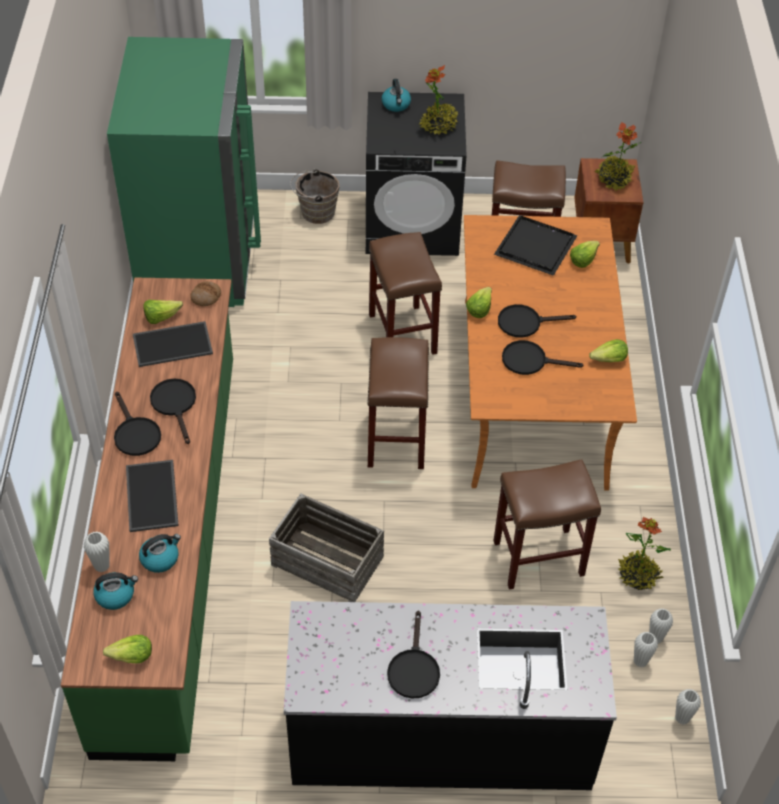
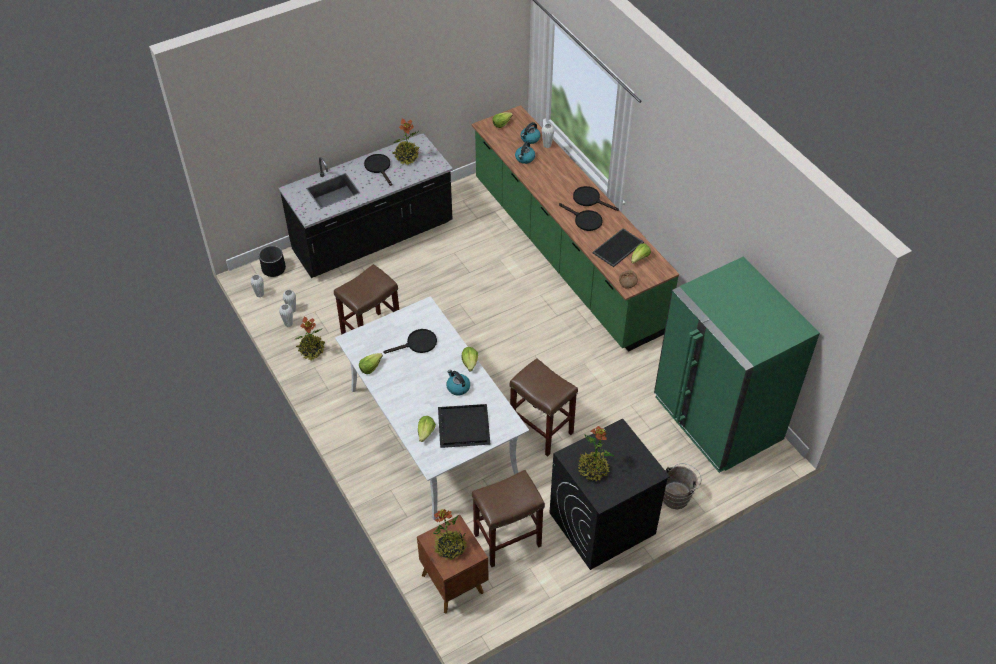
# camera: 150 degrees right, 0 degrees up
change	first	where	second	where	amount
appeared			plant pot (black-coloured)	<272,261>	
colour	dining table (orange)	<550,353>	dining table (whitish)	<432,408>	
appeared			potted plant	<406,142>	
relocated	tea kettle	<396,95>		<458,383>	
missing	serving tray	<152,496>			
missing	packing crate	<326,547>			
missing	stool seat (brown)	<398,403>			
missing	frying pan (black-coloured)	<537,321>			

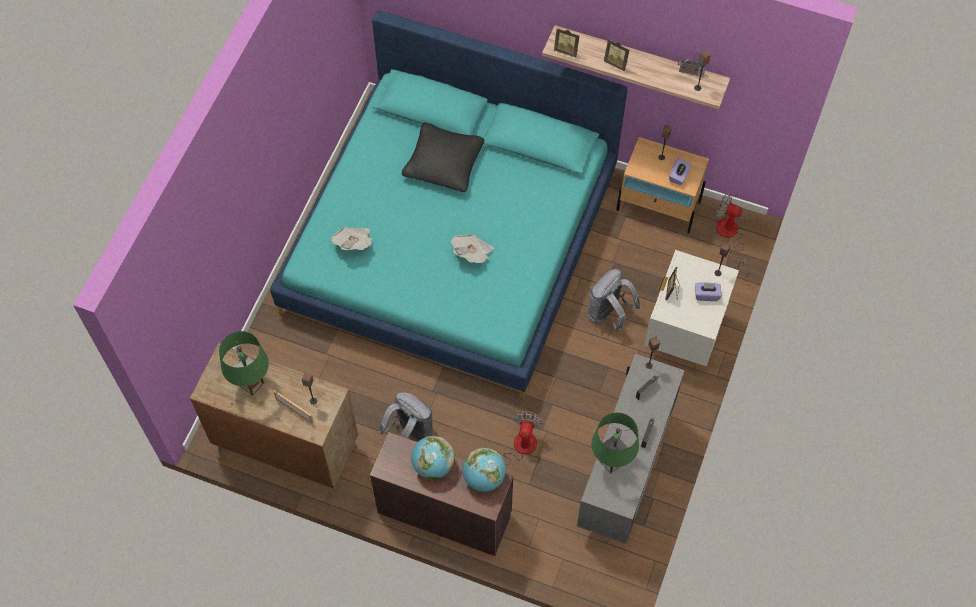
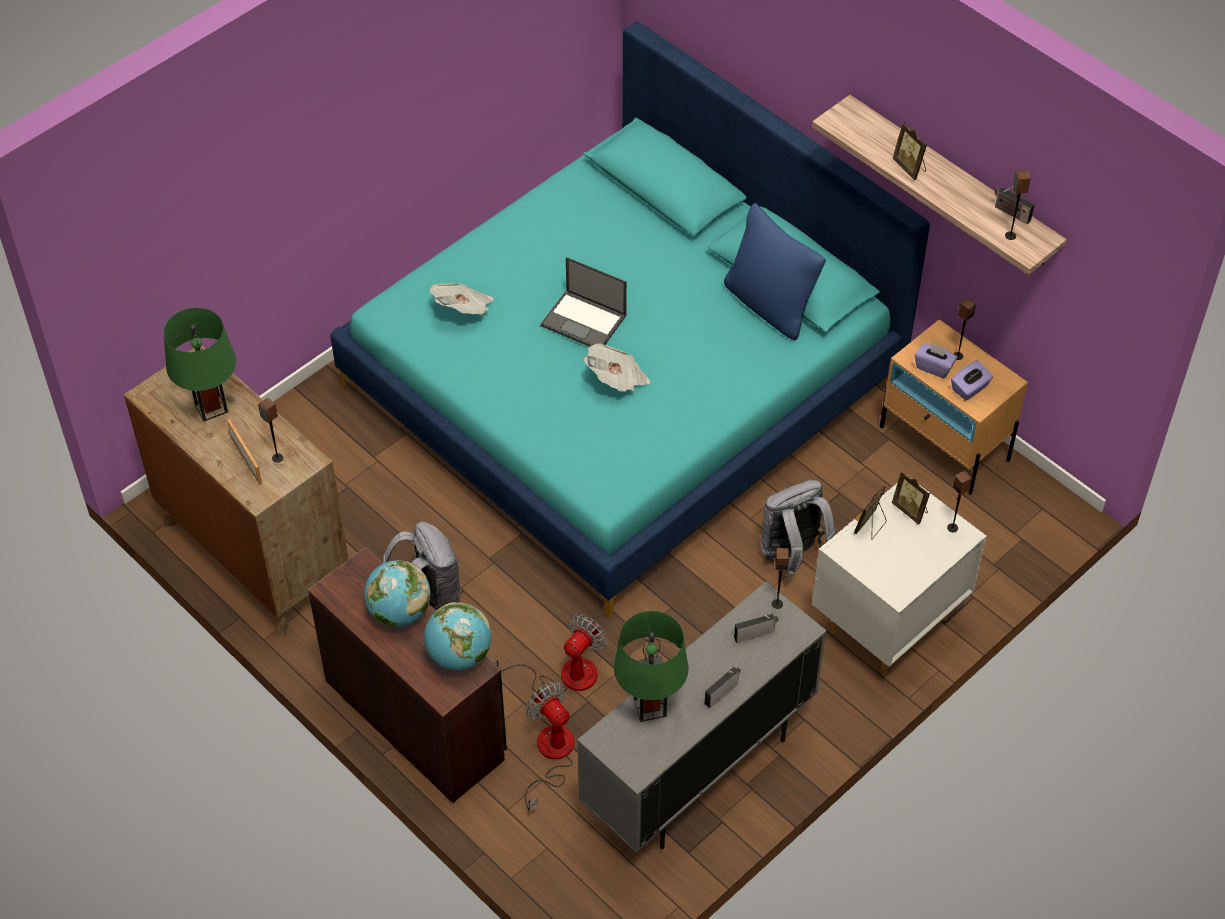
# camera: 25 degrees right, 10 degrees down
change	first	where	second	where	amount
relocated	electric fan	<731,230>		<549,746>	
appeared			portable computer	<584,302>	
appeared			pillow (blue)	<775,271>	
relocated	picture frame	<567,42>		<911,498>	
relocated	tissue box (purple)	<708,292>		<936,360>	
missing	pillow (black-coloured)	<443,157>			

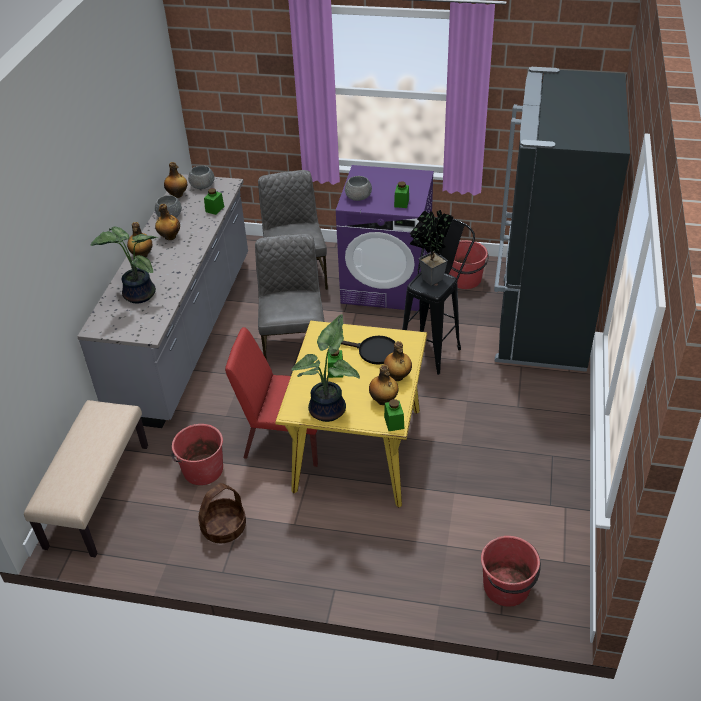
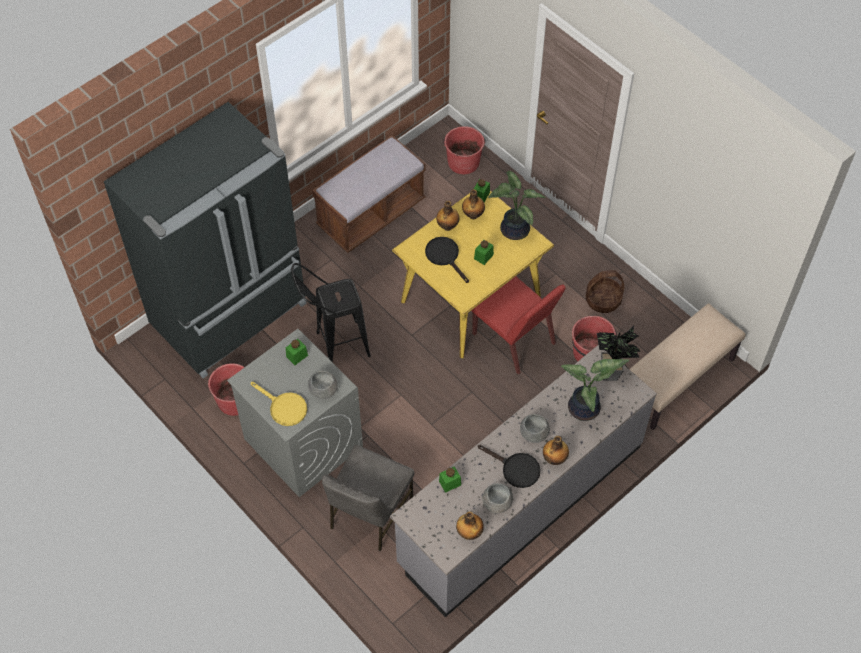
# camera: 145 degrees left, 15 degrees up
change	first	where	second	where	amount
colour	washing machine (purple)	<385,238>	washing machine (grey)	<295,413>	
appeared			frying pan (yellow)	<279,404>	
appeared			long seat (brown)	<369,194>	
exchanged	drink bottle	<167,222>	frying pan (black-coloured)	<509,466>	
relocated	bowl (grey)	<201,177>		<535,428>	
relocated	potted plant	<432,248>		<618,353>	
missing	chair (grey)	<289,297>			

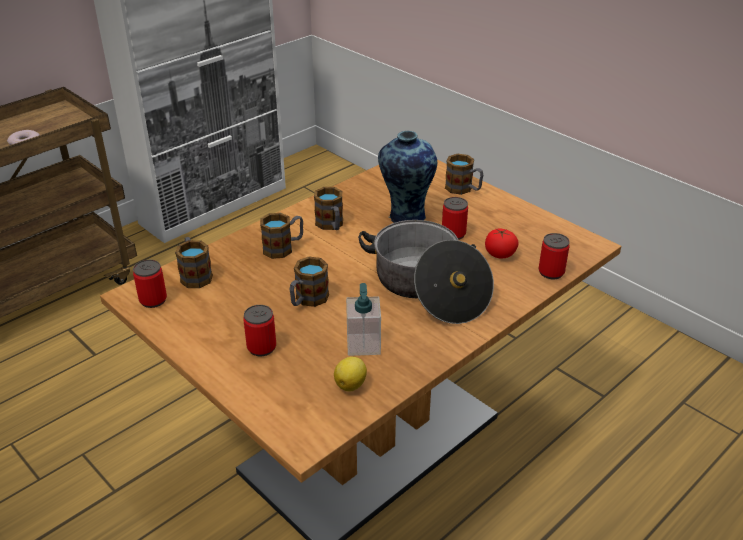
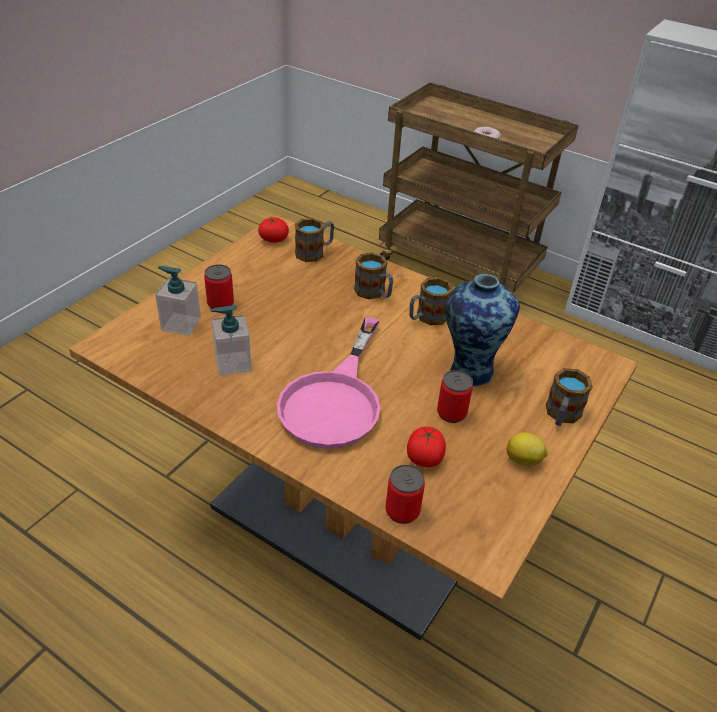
# camera: 75 degrees right, 5 degrees up
change	first	where	second	where	amount
appeared			soap dispenser	<178,301>	
exchanged	metal can	<150,284>	whole tomato	<273,230>	
exchanged	saucepot	<426,272>	frying pan (pinkish)	<329,383>	
relocated	citrus fruit	<350,374>		<527,449>	
missing	tea mug	<309,282>			

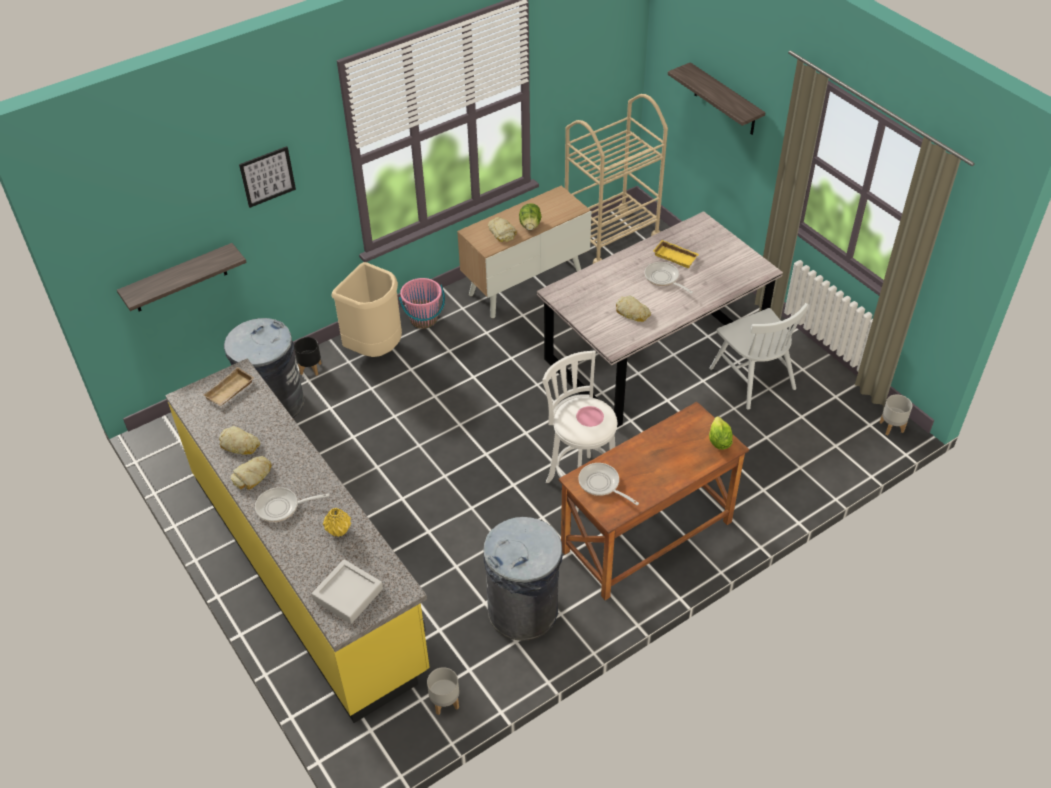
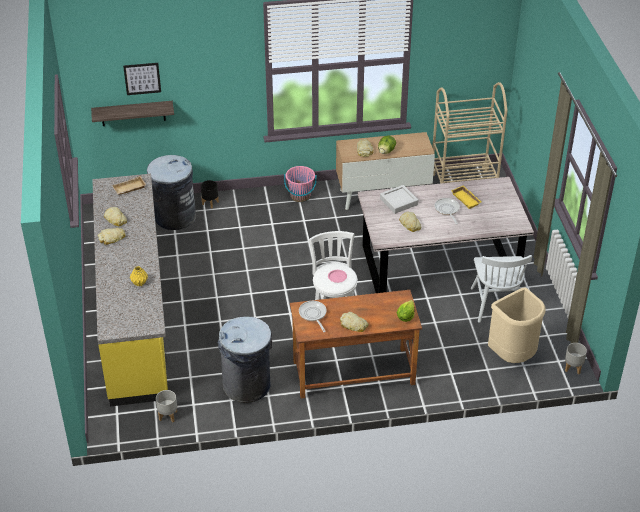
# camera: 25 degrees right, 5 degrees down
change	first	where	second	where	amount
relocated	wall art	<267,177>		<142,79>	
appeared			bakery bread	<354,322>	
relocated	serving tray (grey)	<347,591>		<399,199>	
relocated	rubbish bin (beige-coloured)	<367,309>		<517,325>	
missing	frying pan	<292,504>			
missing	wall shelf	<716,98>			

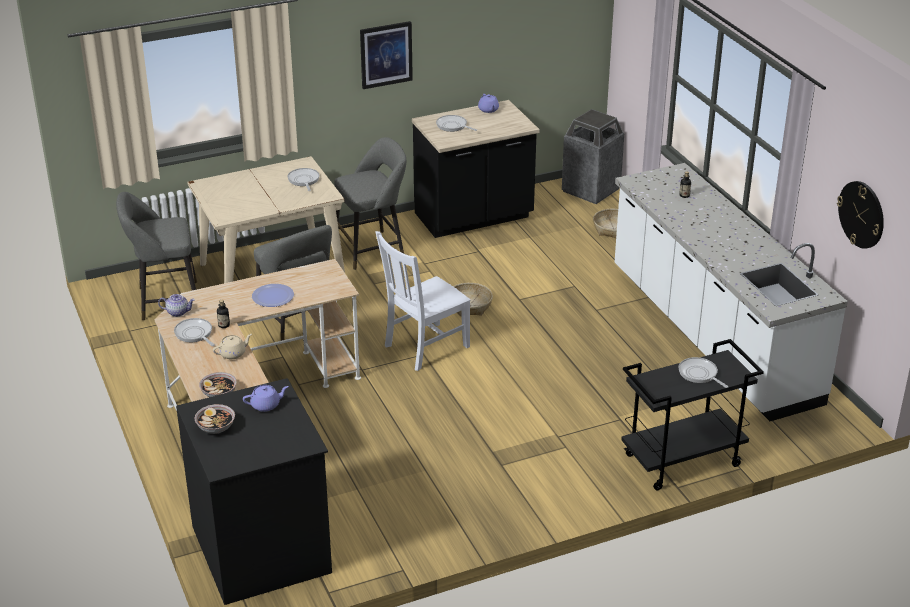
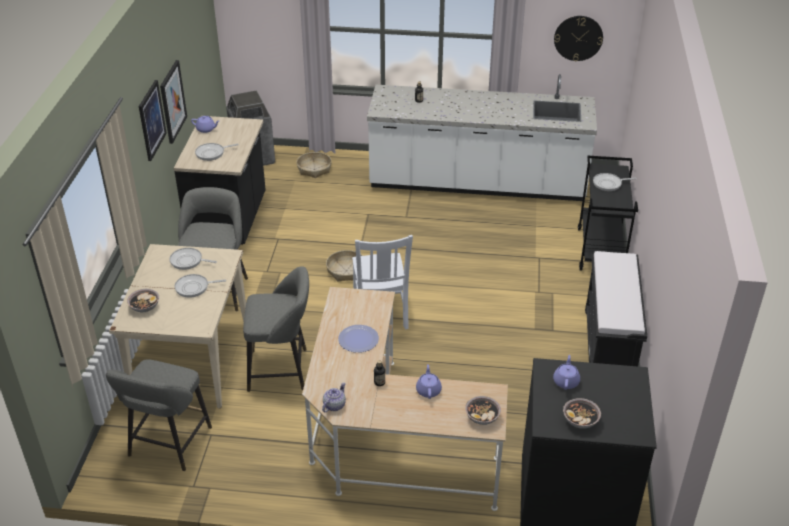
# camera: 60 degrees left, 5 degrees up
change	first	where	second	where	amount
appeared			bowl	<143,300>	
appeared			wall art	<173,102>	
relocated	frying pan	<194,332>		<200,286>	
colour	tea pot (beige-coloured)	<232,346>	tea pot (purple)	<429,381>	
appeared			long seat (black-coloured)	<616,308>	

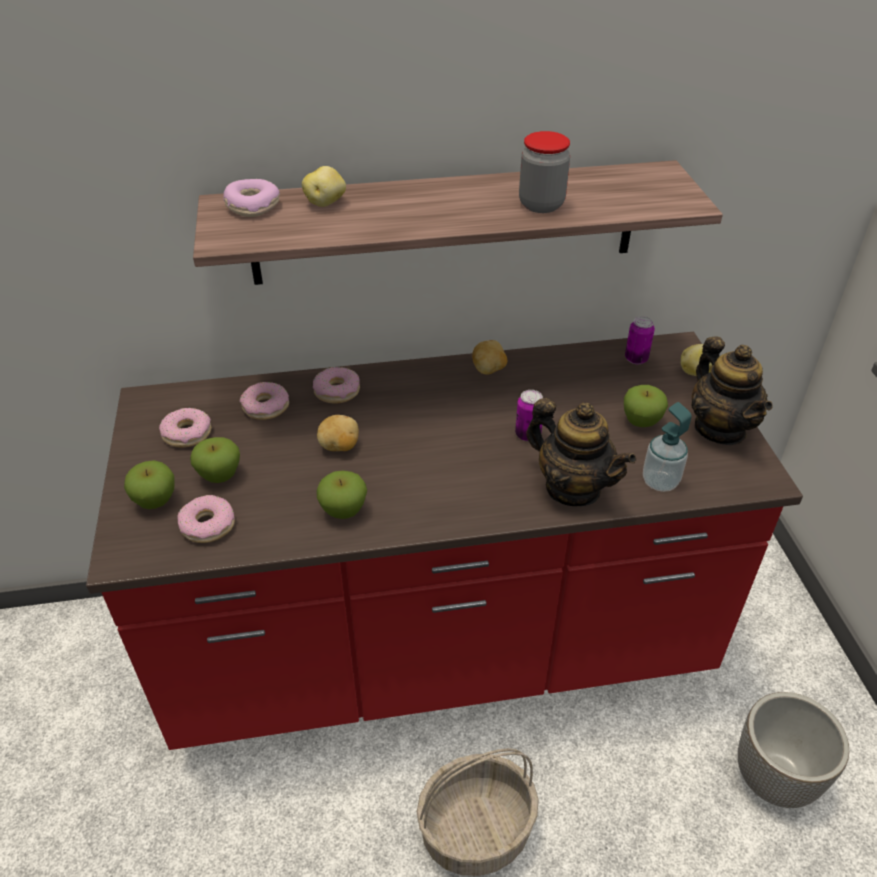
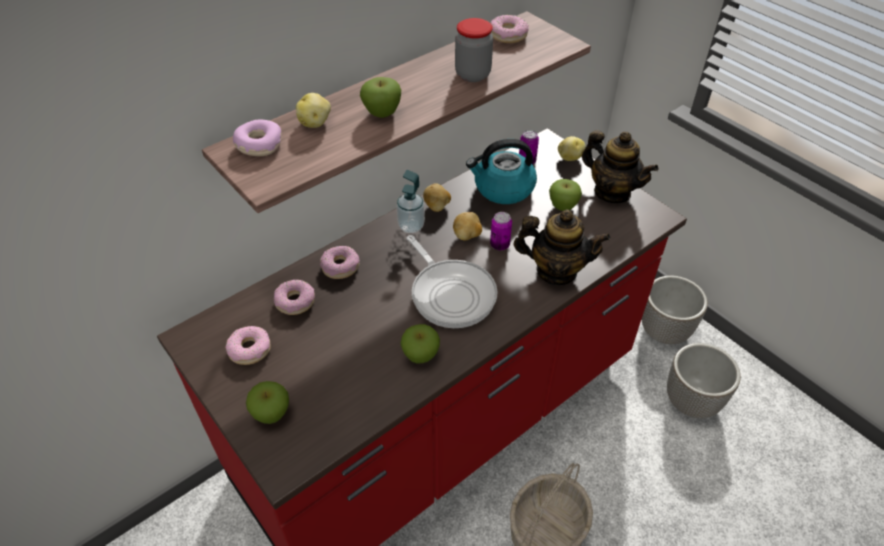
# camera: 30 degrees left, 5 degrees up
change	first	where	second	where	amount
relocated	apple	<215,460>		<380,97>	
relocated	soap dispenser	<667,447>		<410,201>	
appeared			frying pan	<452,281>	
relocated	potato	<338,433>		<467,226>	
appeared			tea kettle	<501,171>	
relocated	ring doughnut	<206,519>		<510,29>	
appeared			plant pot	<675,310>	

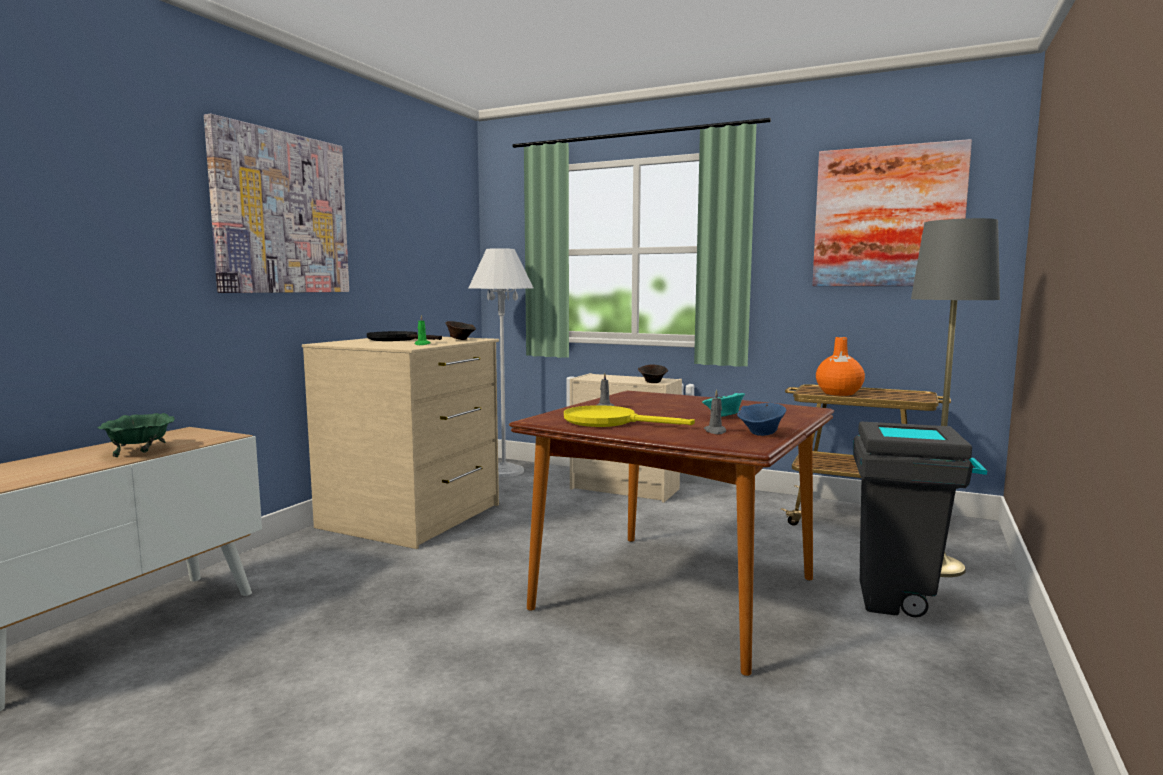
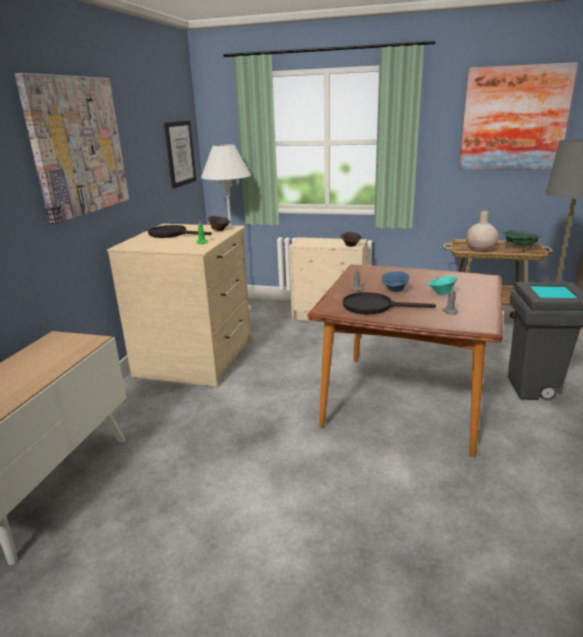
# camera: 10 degrees left, 15 degrees up
change	first	where	second	where	amount
appeared			wall art	<180,154>	
colour	frying pan (yellow)	<629,416>	frying pan (black-coloured)	<389,303>	
relocated	bowl (blue)	<761,419>		<395,281>	
colour	flower vase (orange)	<840,366>	flower vase (beige-coloured)	<482,230>	
relocated	bowl (green-coloured)	<136,435>		<521,240>	

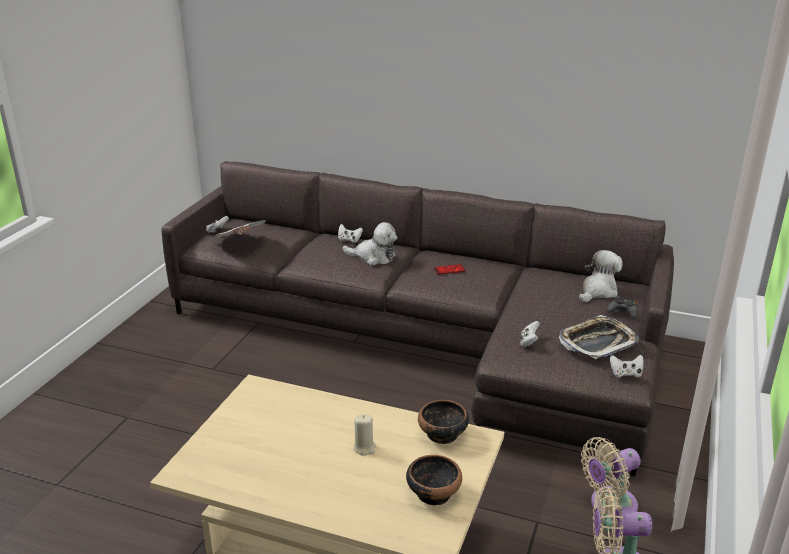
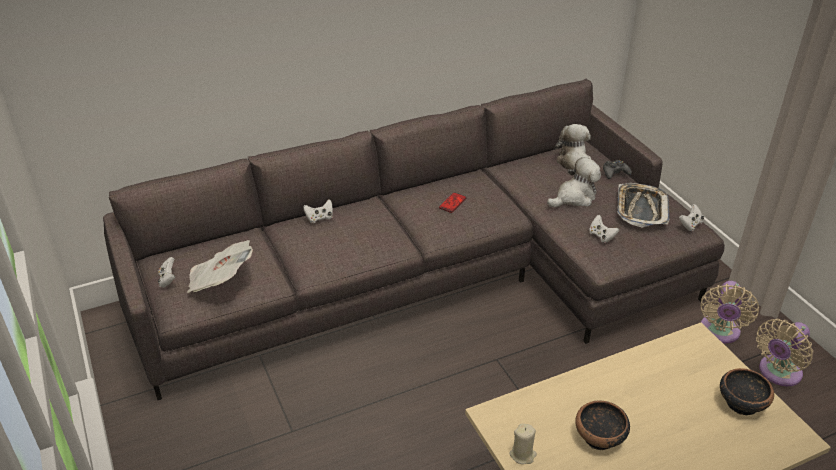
# camera: 45 degrees left, 10 degrees up
change	first	where	second	where	amount
relocated	wax light (beige-coloured)	<364,435>		<523,444>	
relocated	plush toy	<370,243>		<574,182>	
relocated	bowl	<443,422>		<602,425>	

